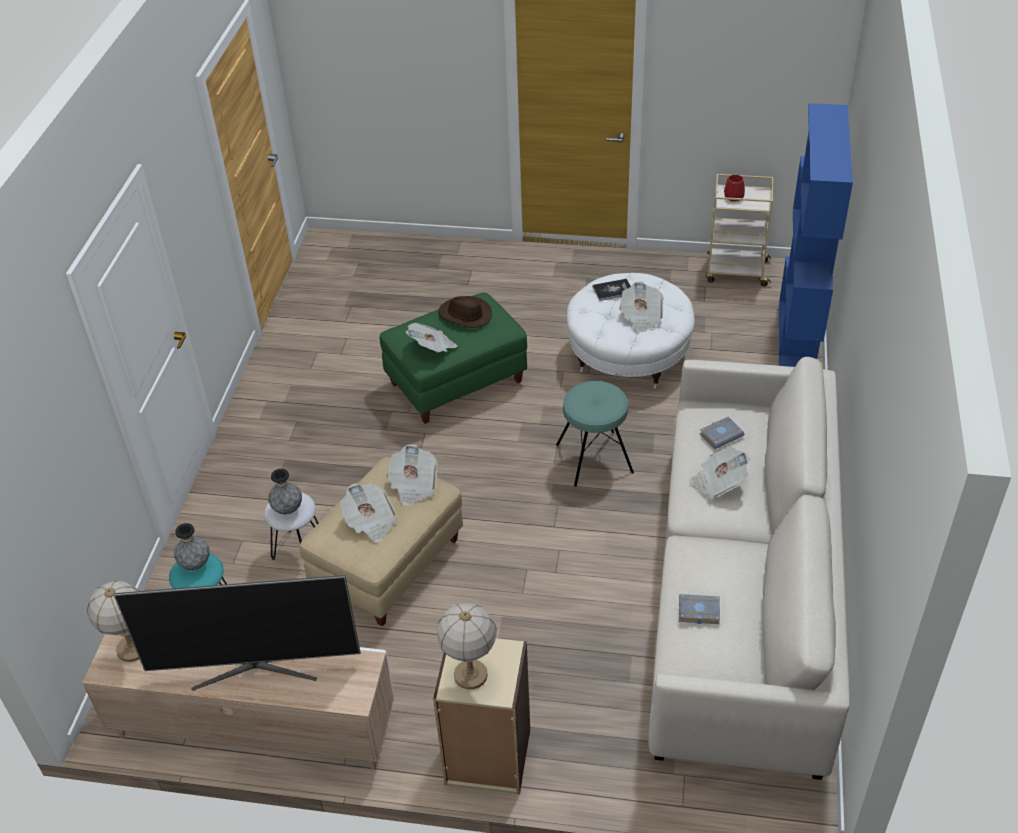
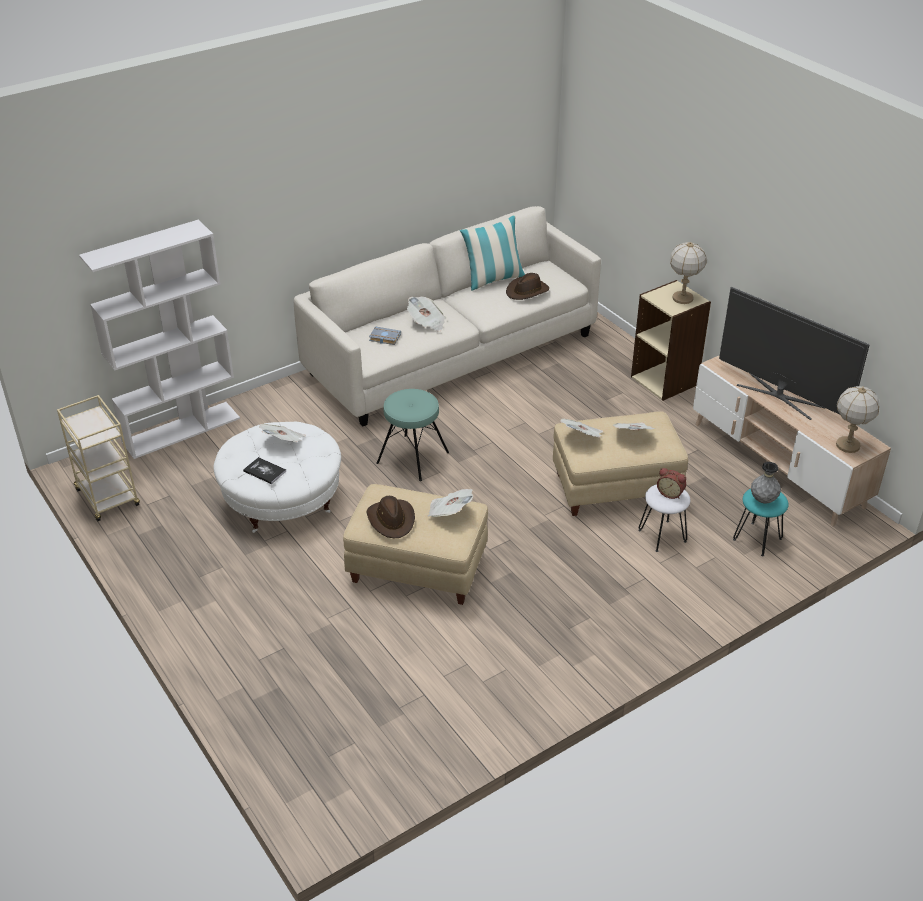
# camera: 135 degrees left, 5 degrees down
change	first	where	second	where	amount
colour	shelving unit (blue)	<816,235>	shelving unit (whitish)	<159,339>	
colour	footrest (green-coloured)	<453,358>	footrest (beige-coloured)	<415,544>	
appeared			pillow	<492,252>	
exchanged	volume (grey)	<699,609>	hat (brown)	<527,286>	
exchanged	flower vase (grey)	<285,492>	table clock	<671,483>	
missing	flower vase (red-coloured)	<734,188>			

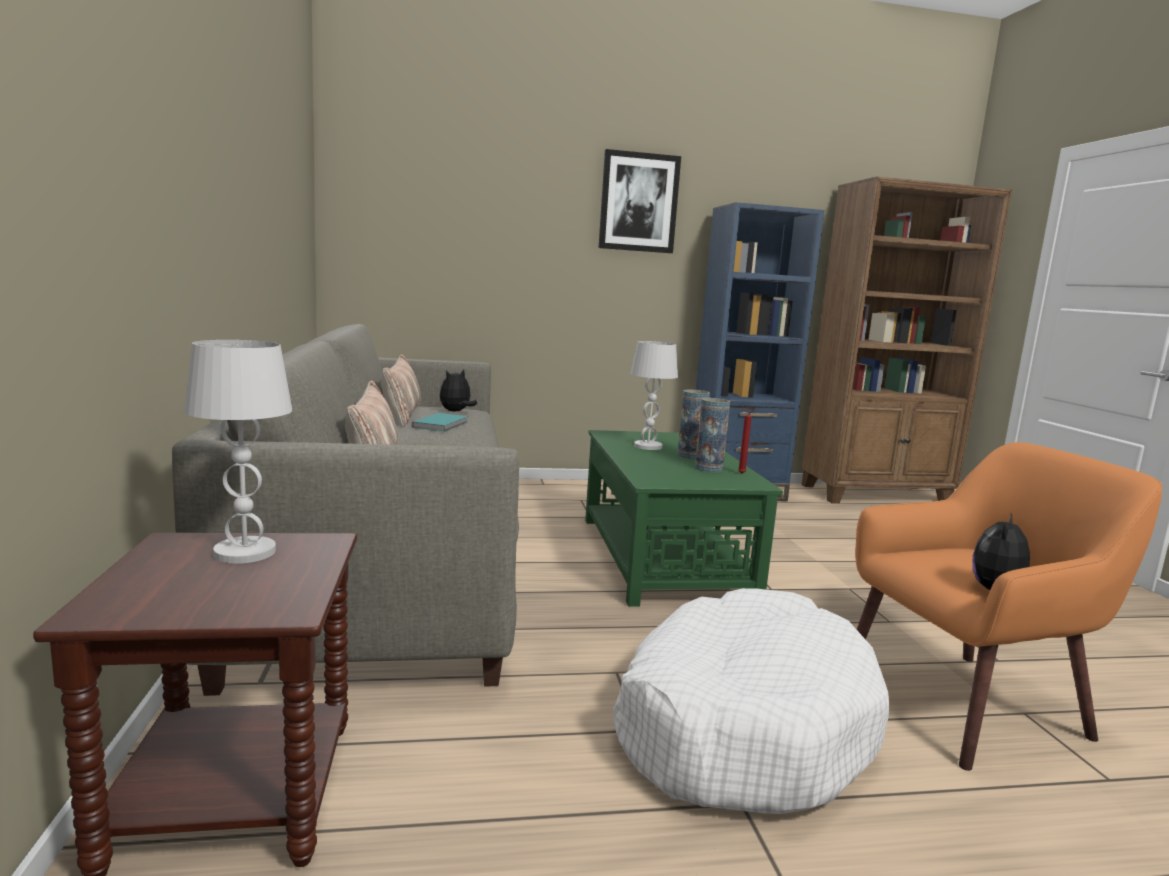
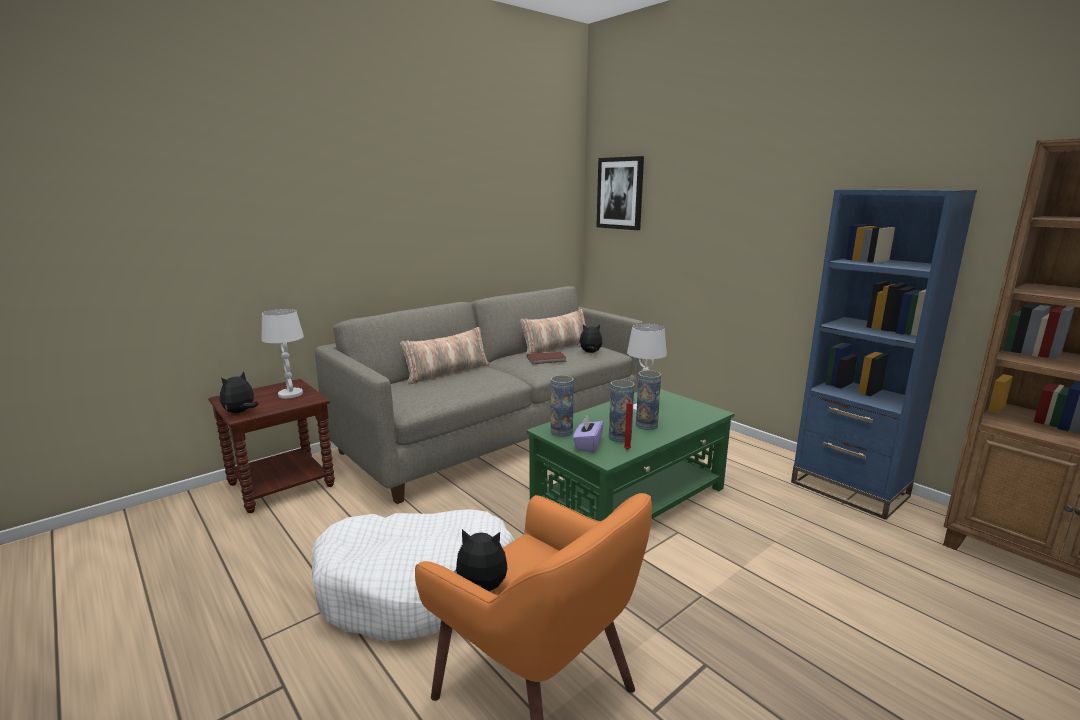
# camera: 60 degrees right, 5 degrees up
change	first	where	second	where	amount
appeared			plush toy	<239,392>	
colour	volume (turquoise-coloured)	<439,422>	volume (brown)	<547,358>	
appeared			flower vase	<562,406>	
appeared			tissue box (purple)	<588,433>	
relocated	wall art	<639,201>		<620,193>	

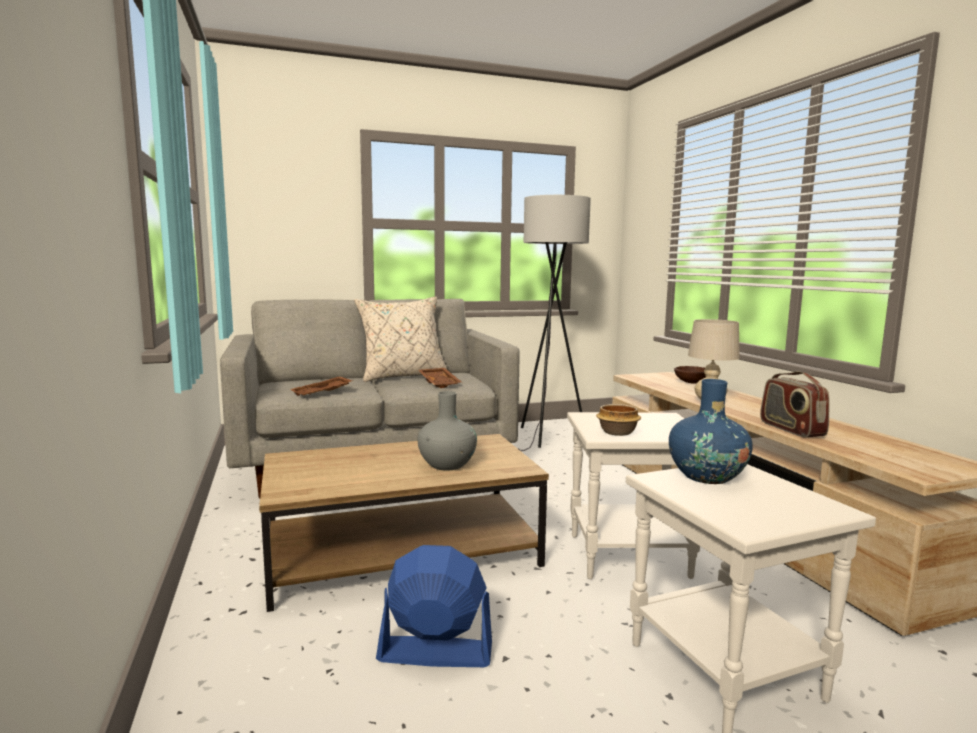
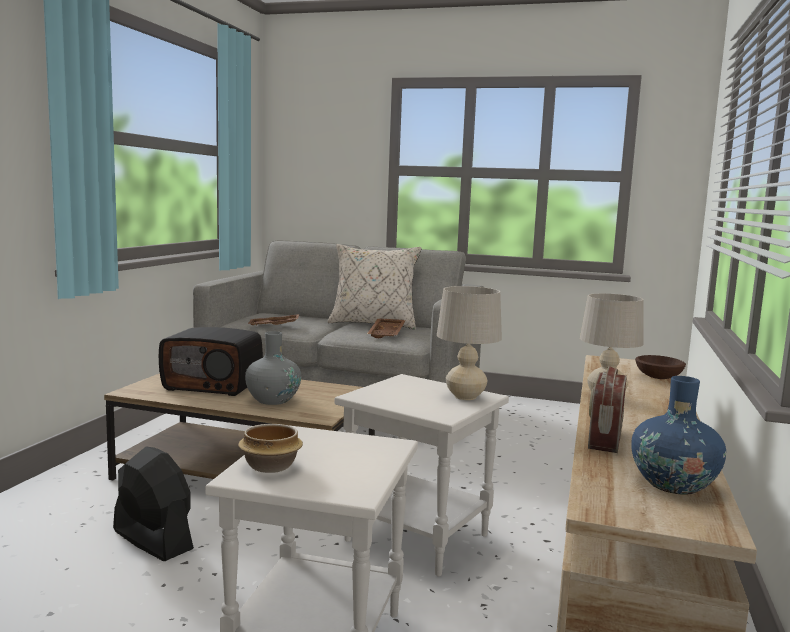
# camera: 35 degrees right, 0 degrees up
change	first	where	second	where	amount
colour	electric fan (blue)	<434,606>	electric fan (black-coloured)	<153,504>	
appeared			radio set	<211,361>	
relocated	bowl	<618,420>		<270,448>	
appeared			table lamp (beige-coloured)	<469,343>	
relocated	flower vase (blue)	<711,431>		<678,435>	
missing	standard lamp (grey)	<554,323>			

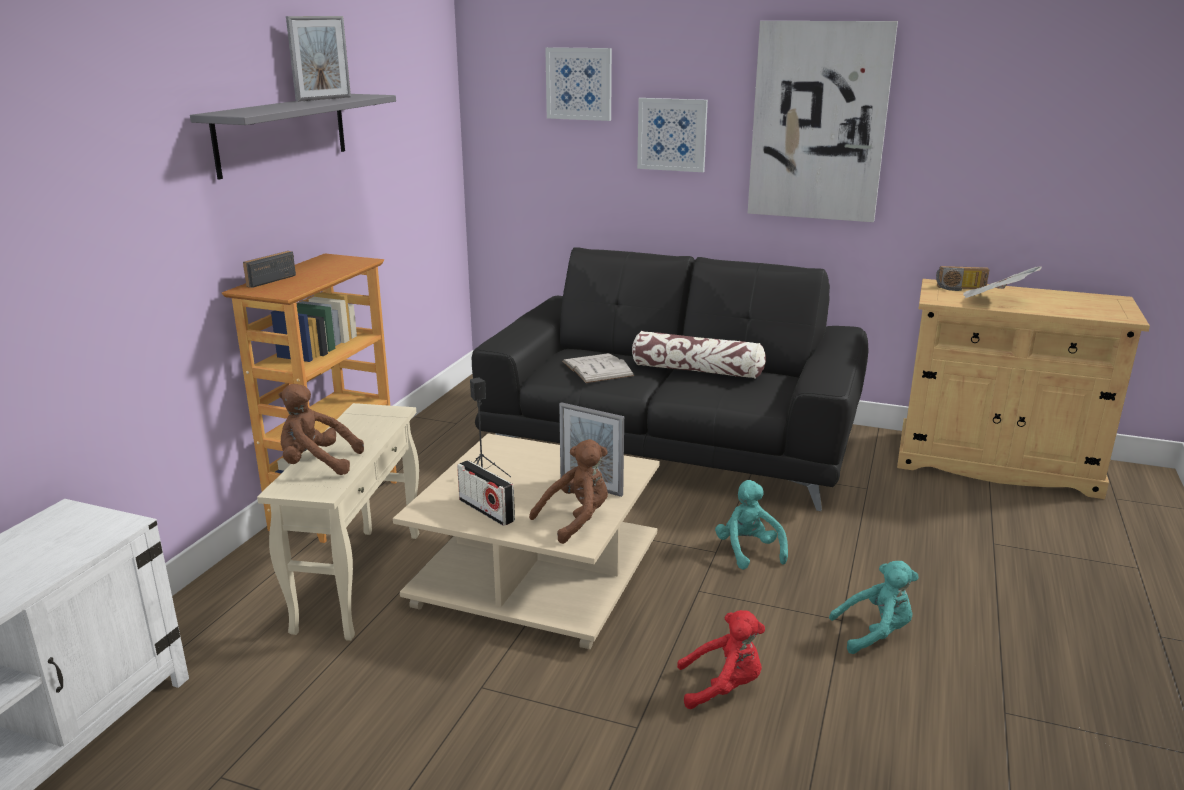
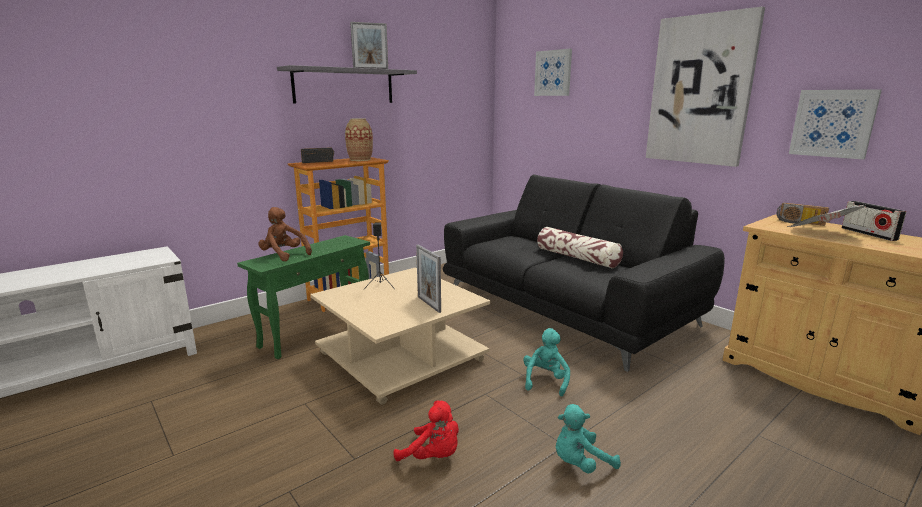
# camera: 30 degrees right, 5 degrees down
change	first	where	second	where	amount
colour	accent table (beige-coloured)	<338,522>	accent table (green-coloured)	<303,297>	
appeared			flower vase	<359,139>	
spun	plush toy (turquoise-coloured)	<874,607>		<588,439>	135 degrees clockwise
relocated	wall art	<672,135>		<835,124>	
relocated	radio set	<486,493>		<874,221>	
missing	plush toy (brown)	<568,491>			
missing	volume (whitish)	<598,368>			

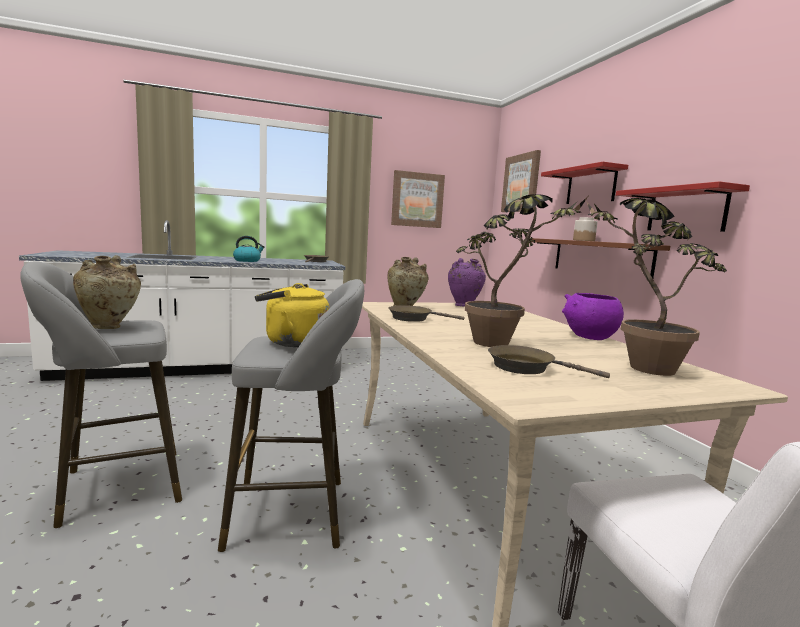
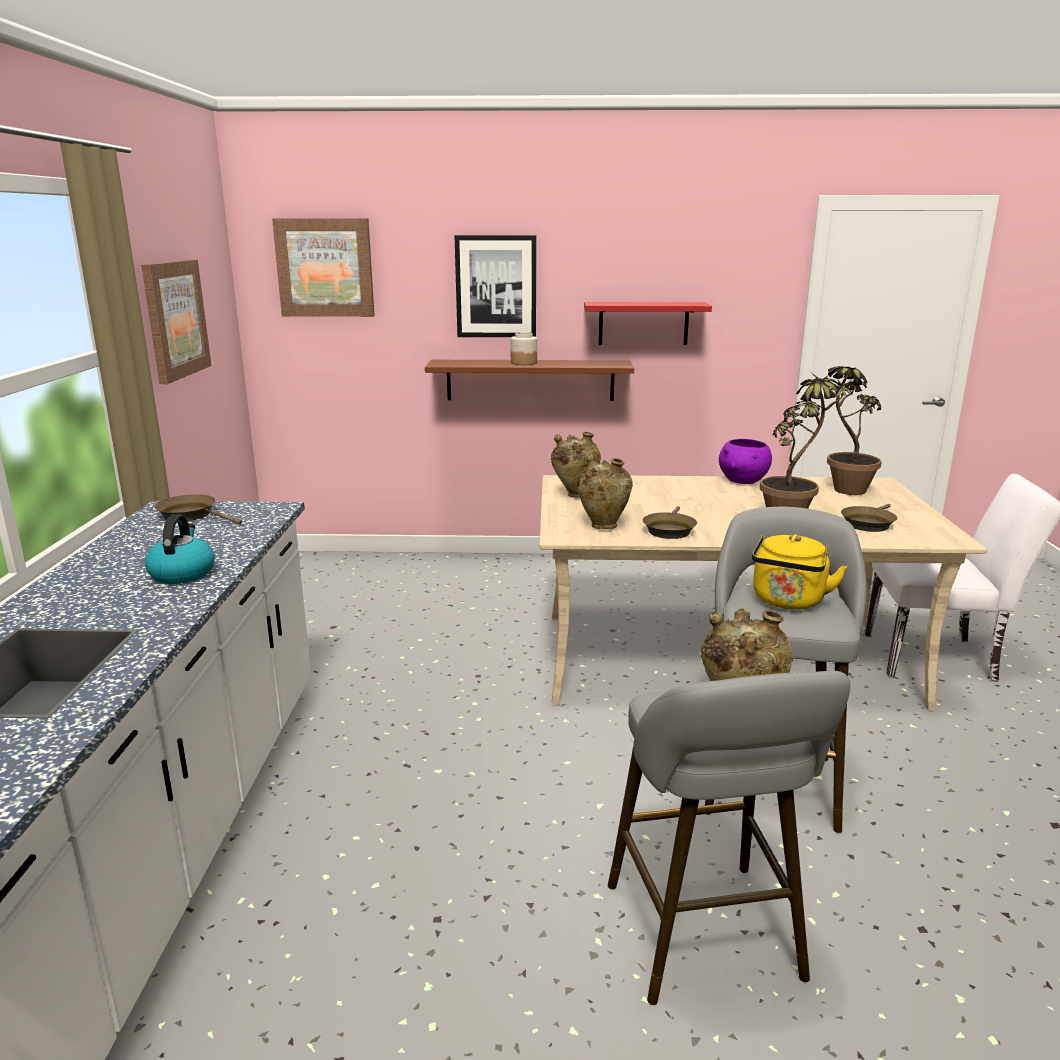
# camera: 70 degrees left, 10 degrees up
change	first	where	second	where	amount
exchanged	wall shelf (red-coloured)	<584,183>	wall art	<495,286>	
colour	flower vase (purple)	<467,282>	flower vase (beige-coloured)	<576,465>	

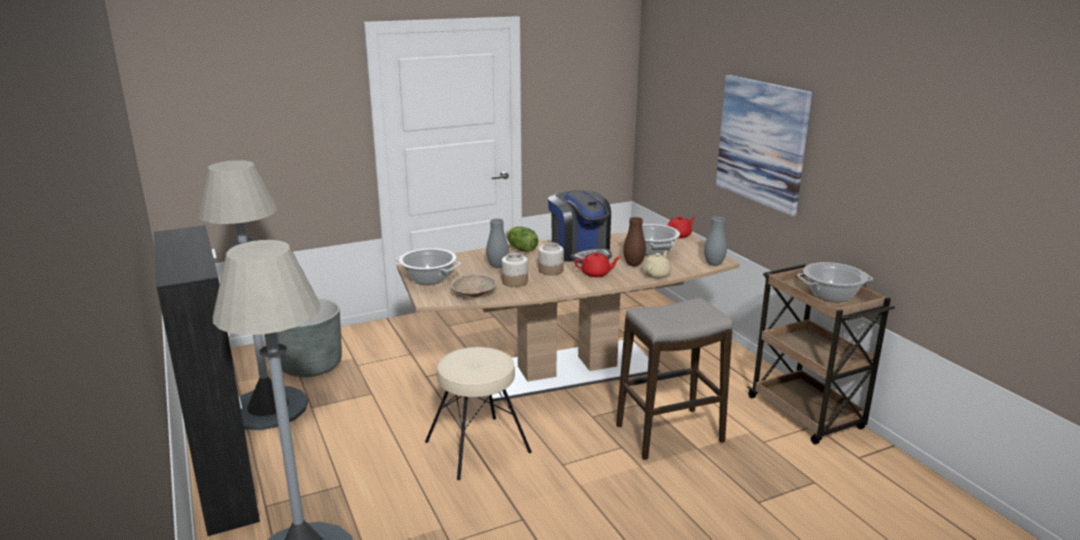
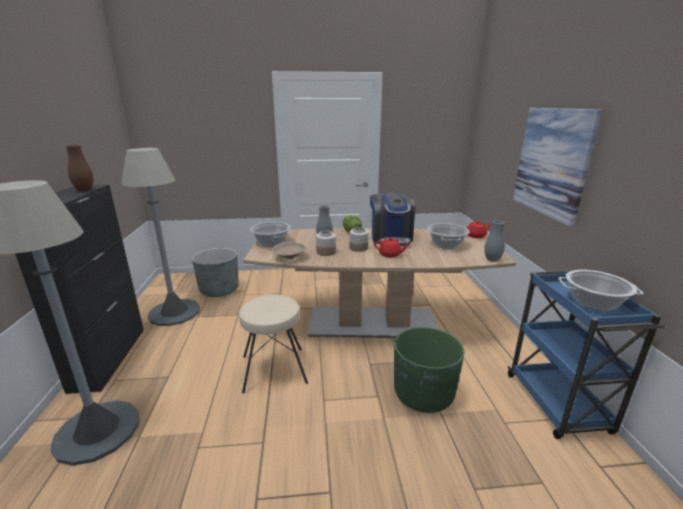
# camera: 20 degrees right, 0 degrees up
change	first	where	second	where	amount
relocated	flower vase (brown)	<634,241>		<79,168>	
exchanged	stool seat	<674,379>	plant pot (green-coloured)	<429,370>	
colour	cart (brown)	<821,354>	cart (blue)	<586,355>	
missing	tea pot (beige-coloured)	<657,264>			

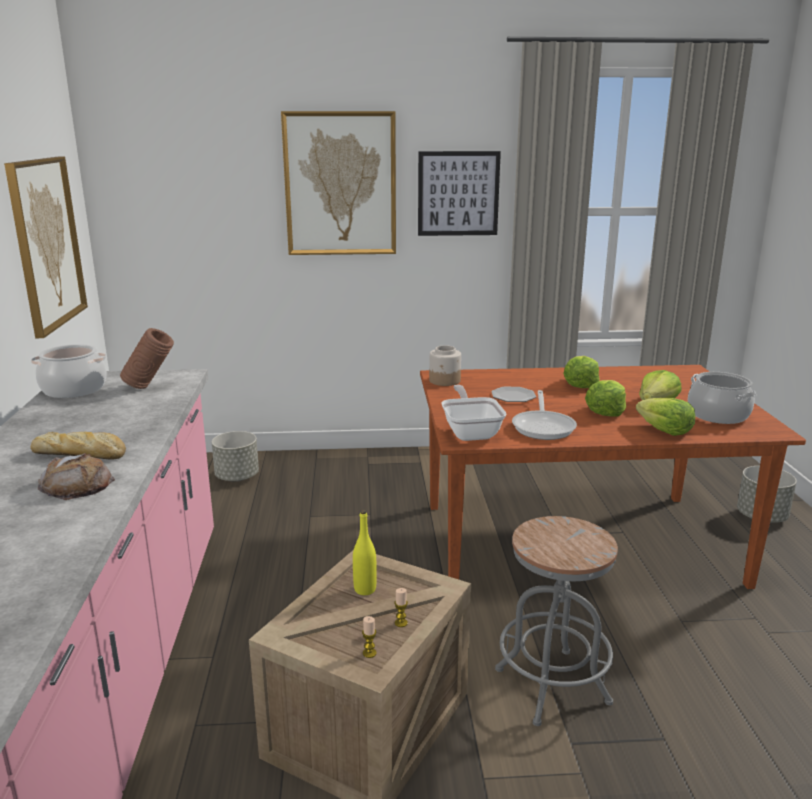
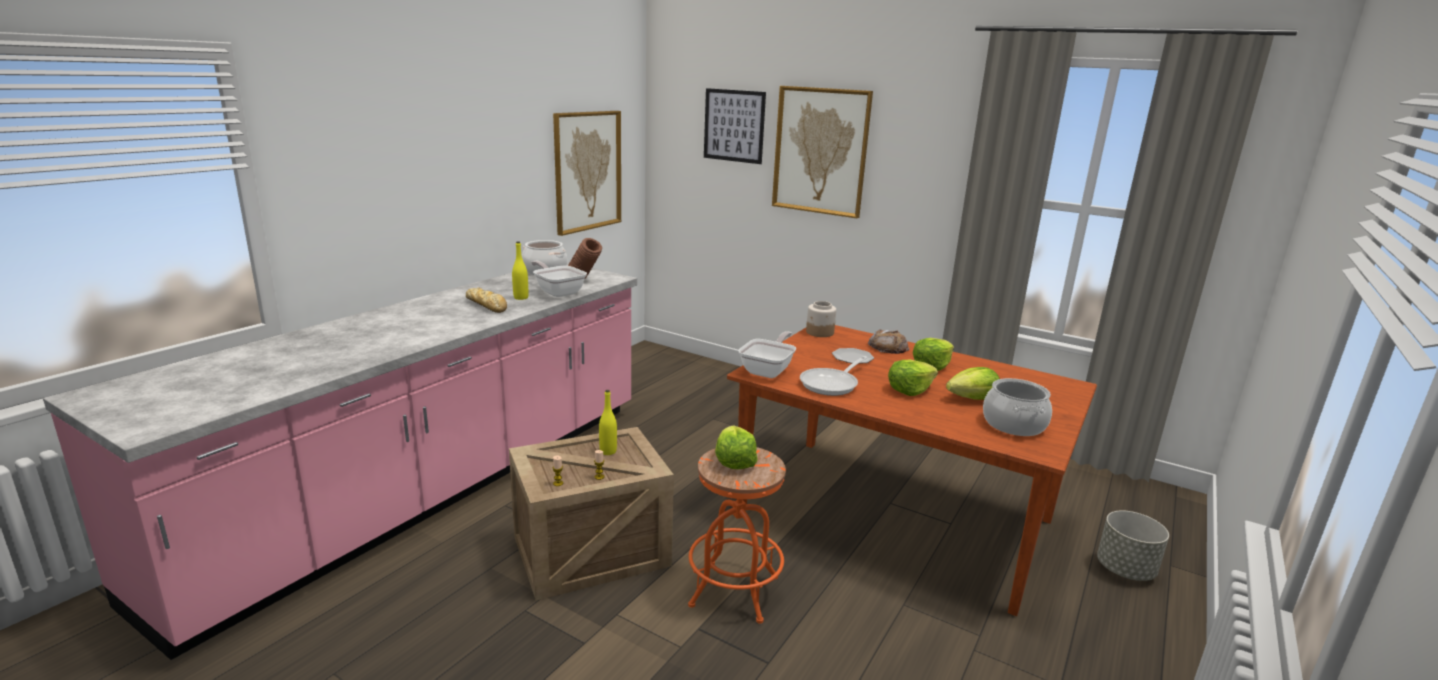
# camera: 35 degrees right, 0 degrees up
change	first	where	second	where	amount
appeared			drink bottle (yellow)	<520,270>	
appeared			frying pan	<559,279>	
colour	stool seat (grey)	<556,621>	stool seat (orange)	<737,535>	
relocated	wall art	<459,193>		<735,126>	
relocated	lettuce head	<665,417>		<736,447>	
relocated	bakery bread	<76,476>		<889,341>	
missing	plant pot (grey)	<235,456>			

